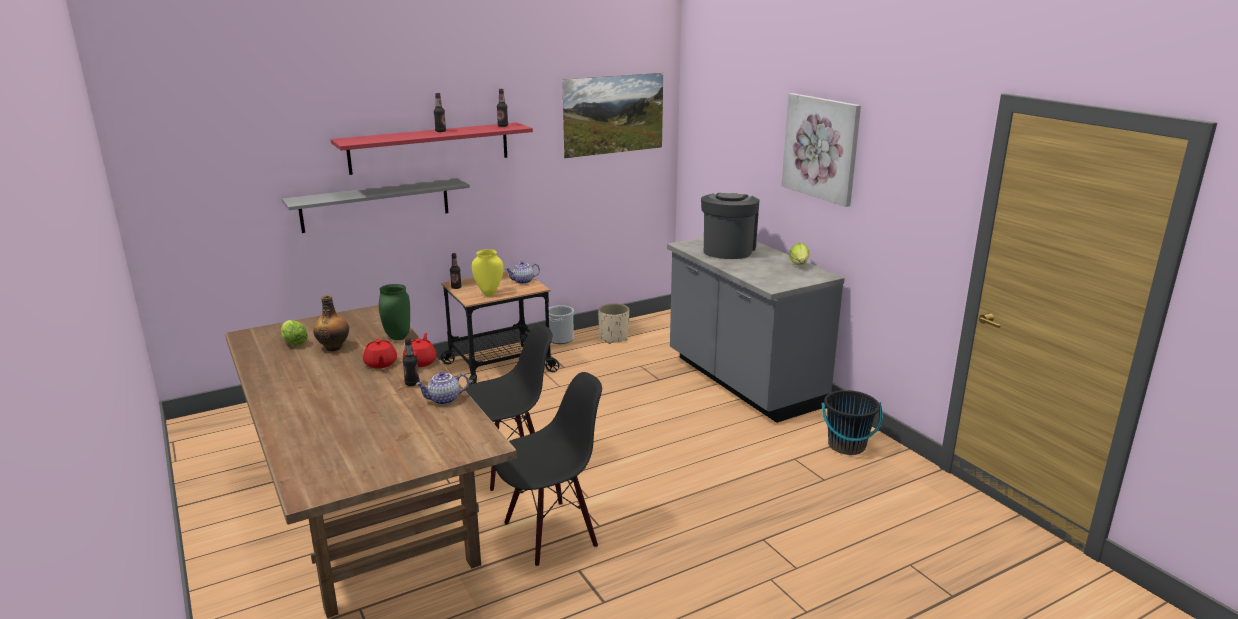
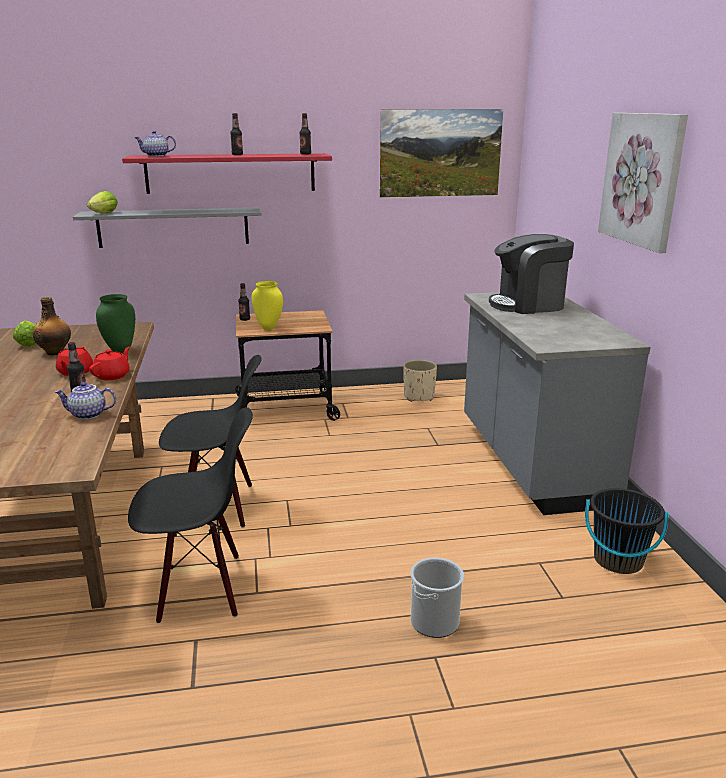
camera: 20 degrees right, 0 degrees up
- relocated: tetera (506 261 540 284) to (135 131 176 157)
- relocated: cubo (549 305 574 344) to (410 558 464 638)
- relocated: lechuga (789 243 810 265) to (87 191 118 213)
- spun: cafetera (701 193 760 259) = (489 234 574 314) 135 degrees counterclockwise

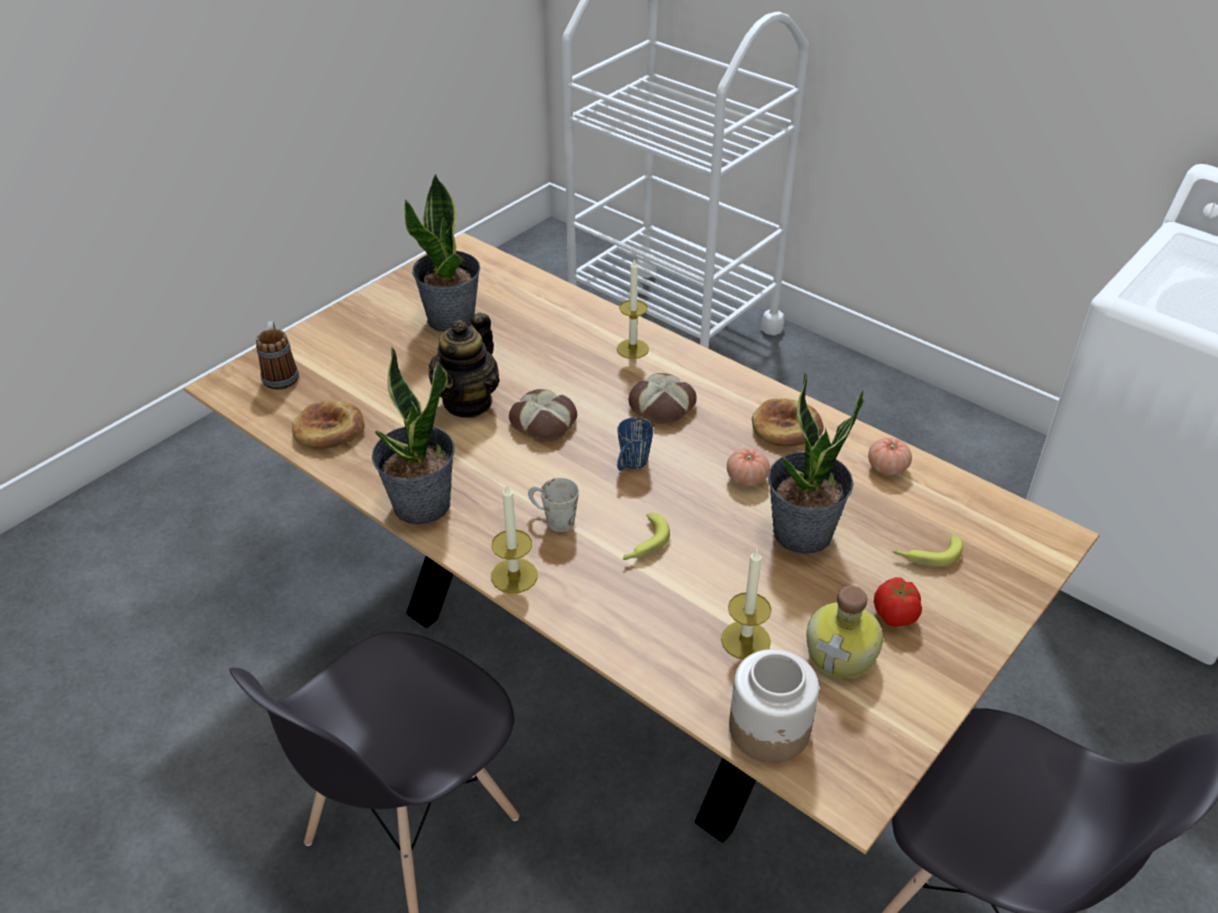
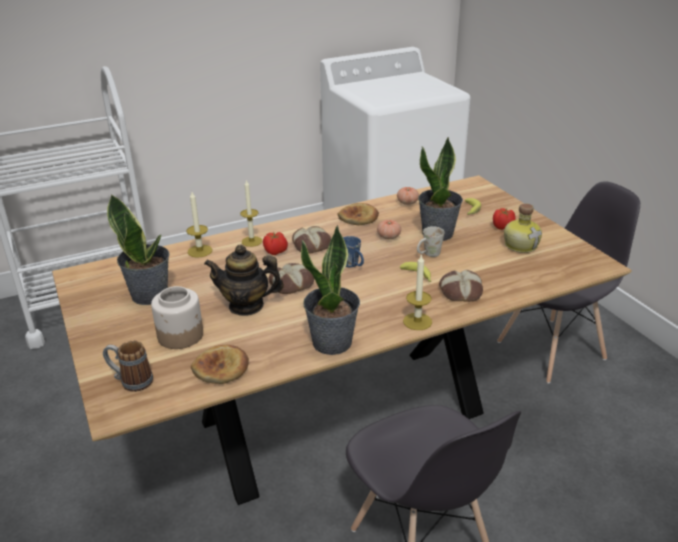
camera: 65 degrees left, 10 degrees down
- appeared: tomate (263 232 288 255)
- appeared: pan (439 270 483 302)
- relocated: taza grande [blanco] (528 478 579 532) to (417 226 445 257)
- relocated: vela (721 549 772 660) to (186 192 212 258)
- relocated: tarro (729 649 819 763) to (151 286 203 349)
- spun: tetera (429 313 500 418) = (204 245 284 316) 135 degrees clockwise

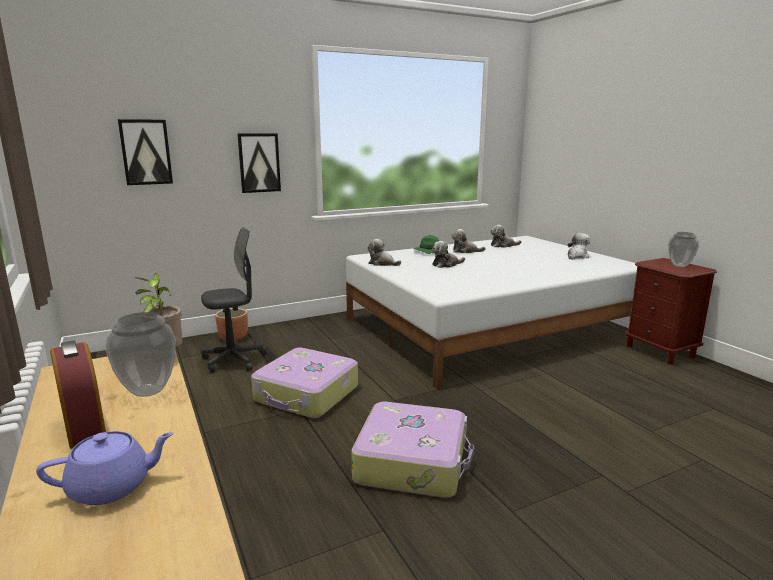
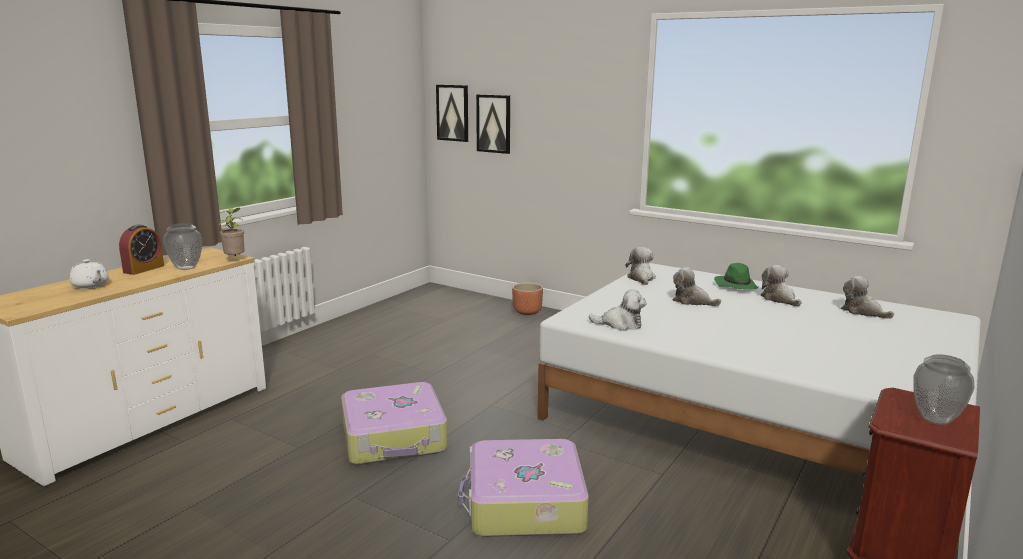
camera: 60 degrees right, 0 degrees up
- missing: silla de oficina [gris] (201 227 267 373)
- relocated: cuadro (237 133 281 193) to (436 85 468 142)
- relocated: maleta (251 347 358 418) to (458 439 589 537)
- relocated: peluche (568 233 590 259) to (589 289 646 331)
- colour: tetera [morado] (36 431 174 505) to tetera [blanco] (69 259 109 289)

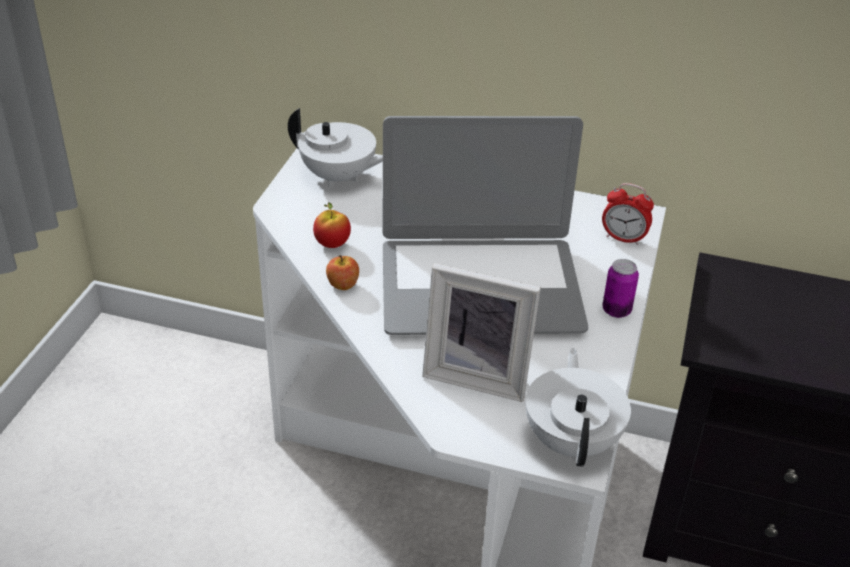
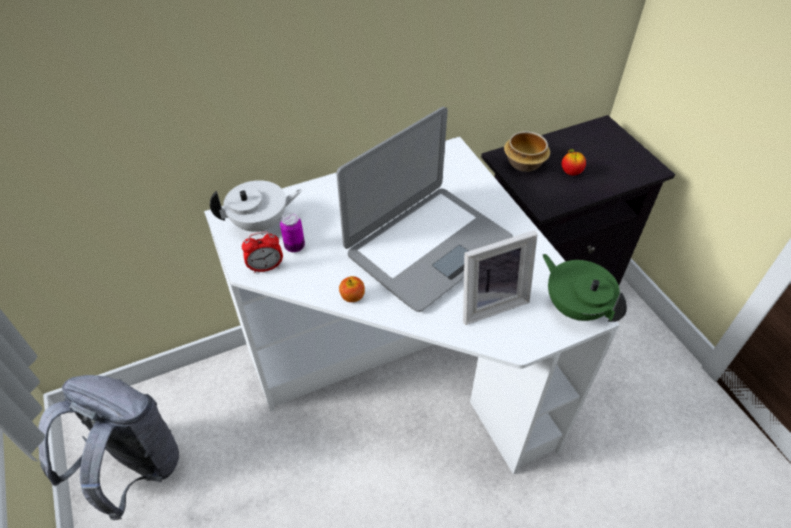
camera: 40 degrees left, 10 degrees up
- appeared: mochila [gris] (38 375 179 520)
- appeared: cuenco (504 131 550 172)
- relocated: manzana (313 202 351 248) to (562 149 586 175)
- relocated: despertador (602 183 654 245) to (242 232 283 273)
- relocated: lata (602 259 639 318) to (280 213 305 252)
- colour: tetera [blanco] (526 348 631 467) to tetera [verde] (543 254 627 322)

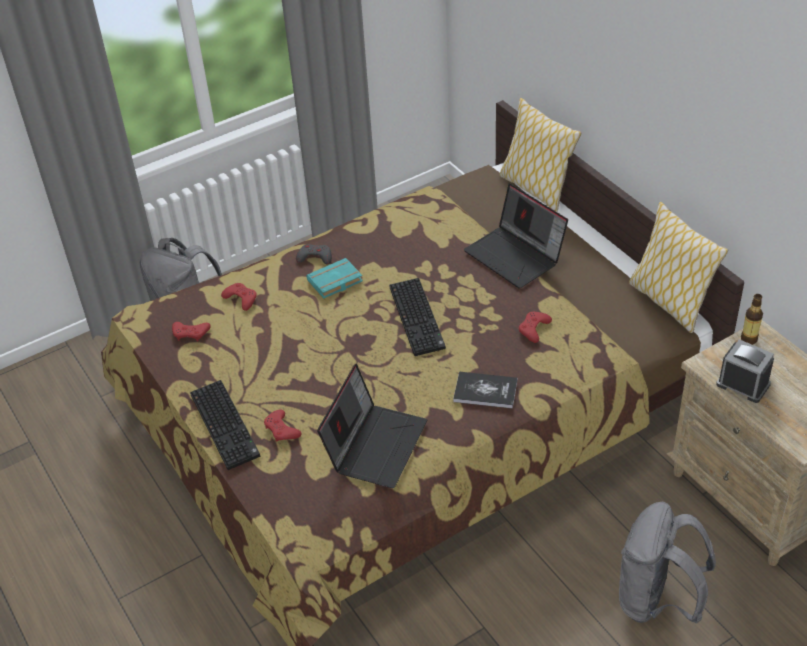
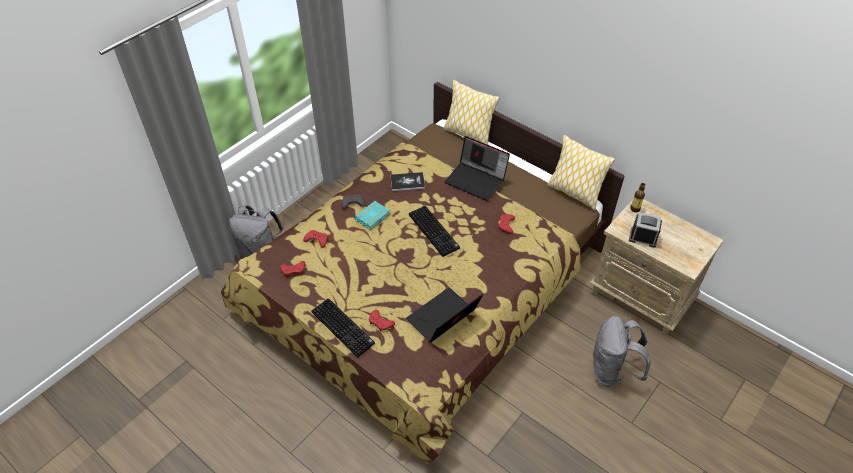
camera: 20 degrees left, 5 degrees up
- relocated: libro (453 371 518 409) to (391 172 425 191)
- spun: portátil (317 364 427 488) = (406 288 483 342) 135 degrees counterclockwise

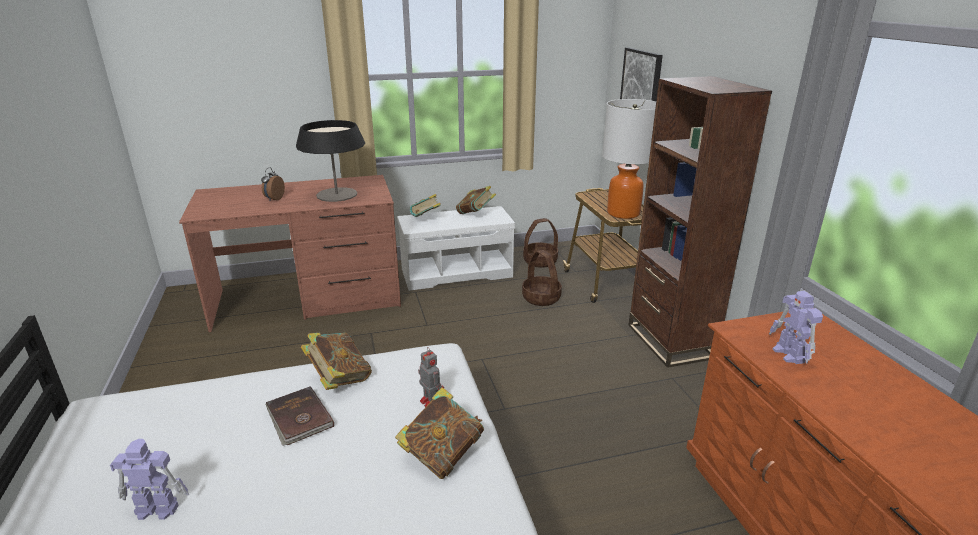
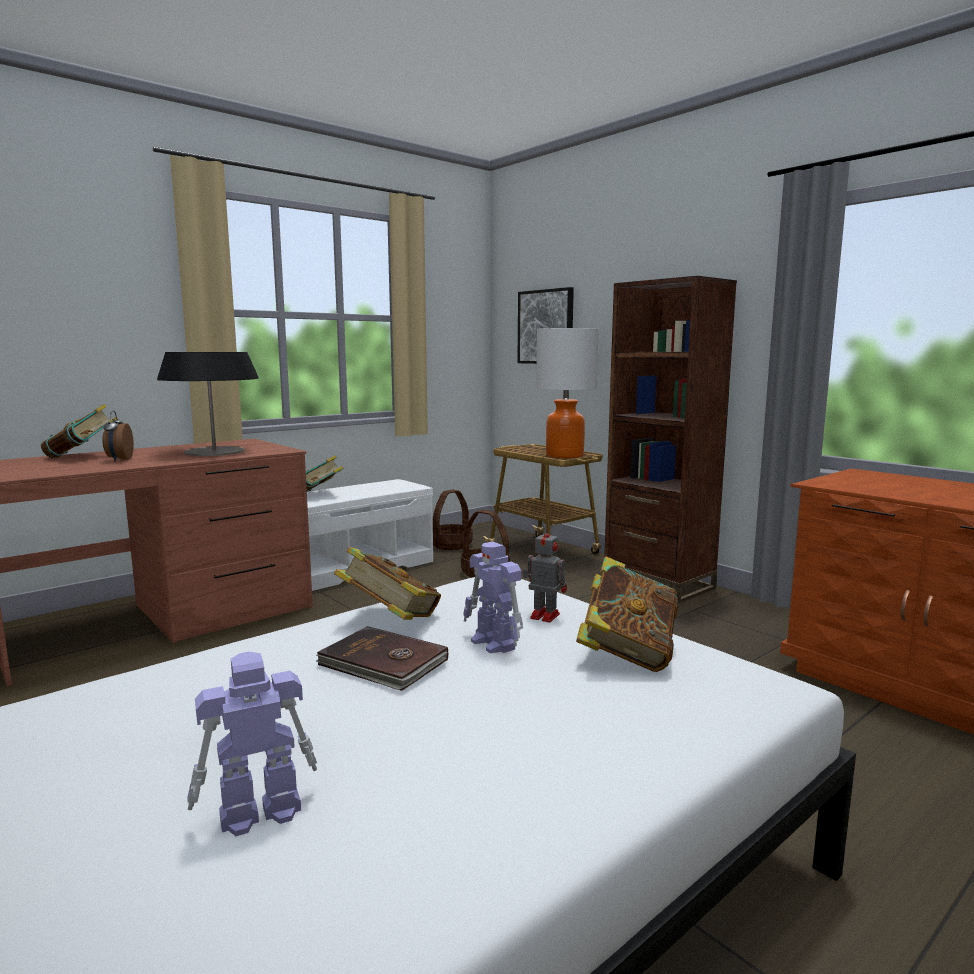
camera: 25 degrees left, 15 degrees down
- relocated: libro (456 186 496 214) to (41 404 117 458)
- relocated: robot de juguete (769 291 823 364) to (463 541 523 653)

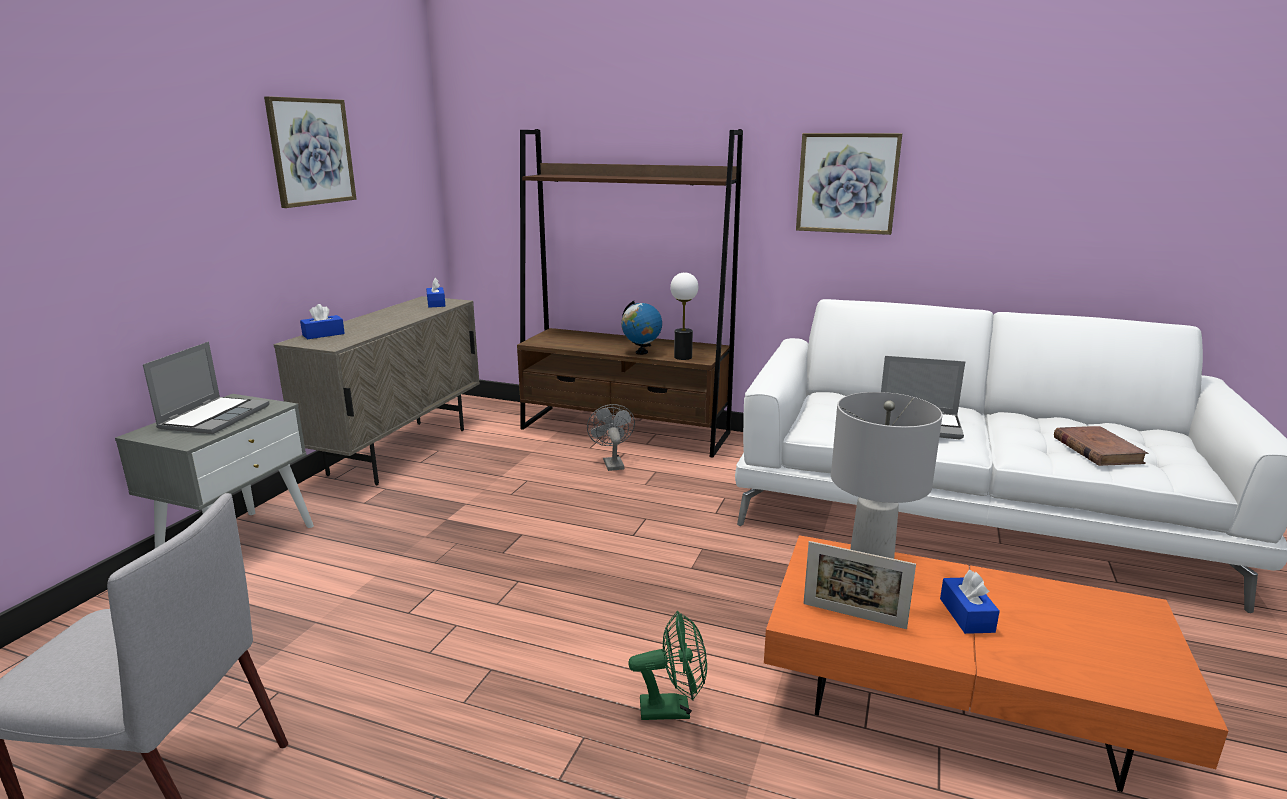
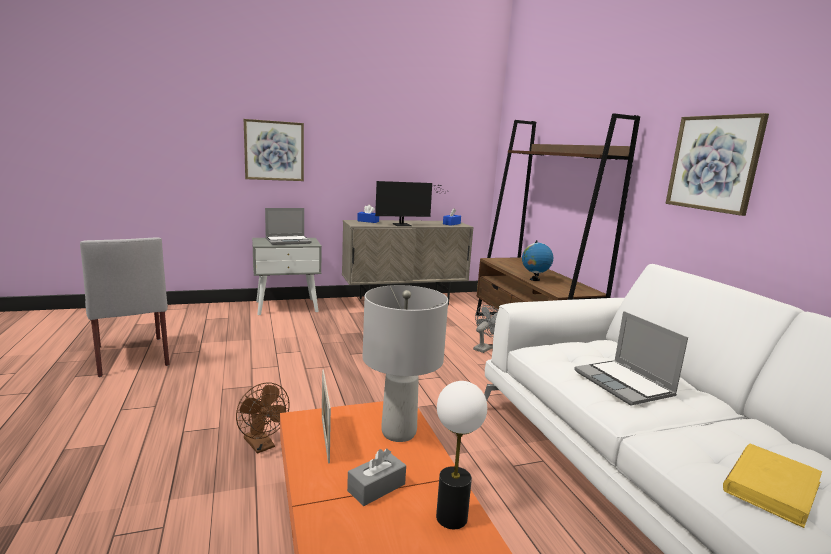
camera: 50 degrees right, 5 degrees down
- appeared: monitor (375 181 444 226)
- relocated: cuadro (264 96 356 208) to (244 119 304 181)
- relocated: lámpara de mesa (670 272 698 360) to (436 381 487 529)
- colour: ventilador [verde] (628 611 707 720) to ventilador [marrón] (236 382 290 454)
- colour: caja de pañuelos [azul] (940 570 1000 634) to caja de pañuelos [gris] (347 449 406 506)
- colour: libro [marrón] (1054 426 1148 466) to libro [amarillo] (723 444 822 528)

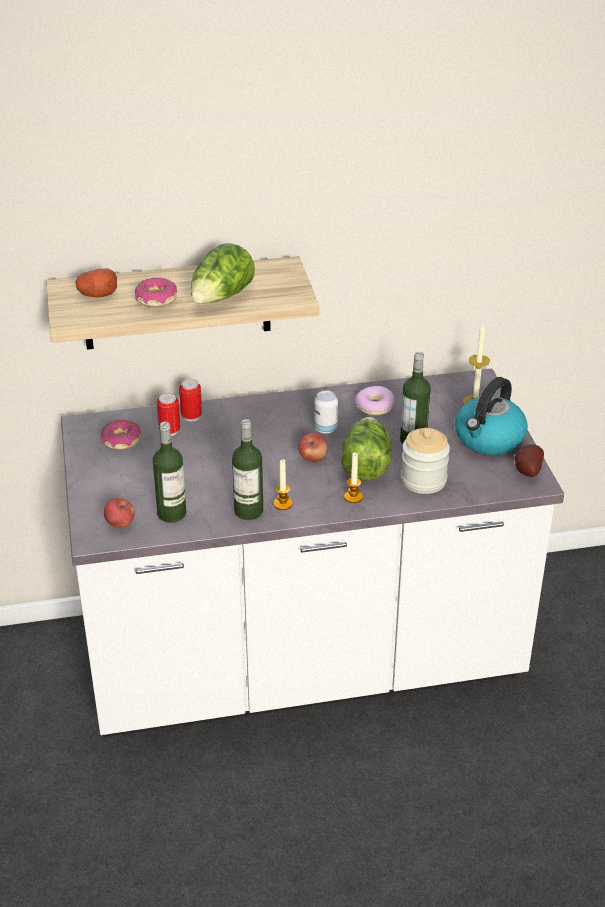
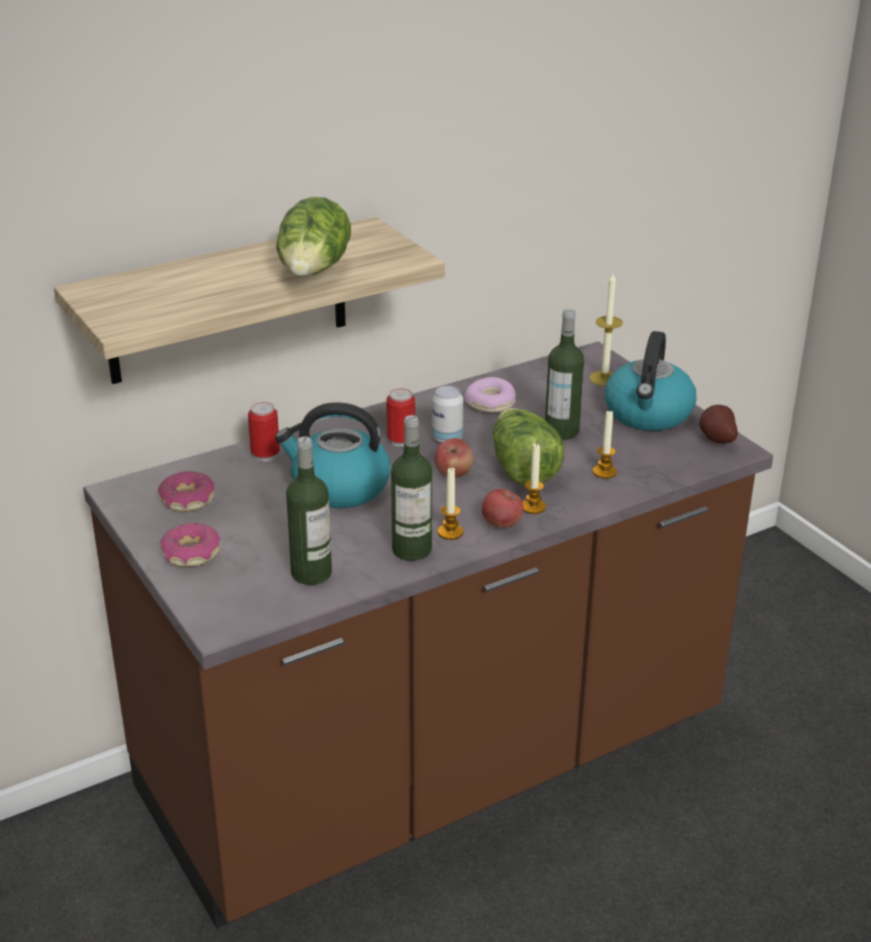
camera: 20 degrees left, 5 degrees down
- missing: patata (76 268 117 297)
- appeared: hervidor (275 402 391 508)
- relocated: manzana (104 498 135 528) to (482 489 524 528)
- relocated: rosquilla (135 278 177 307) to (160 523 220 567)
- relocated: lata (157 393 181 436) to (386 389 415 447)
- exchanged: tarro (401 428 450 494) to vela (593 410 617 479)
- colour: mueble bajo de cocina [blanco] (61 369 564 737) to mueble bajo de cocina [marrón] (83 342 773 928)

